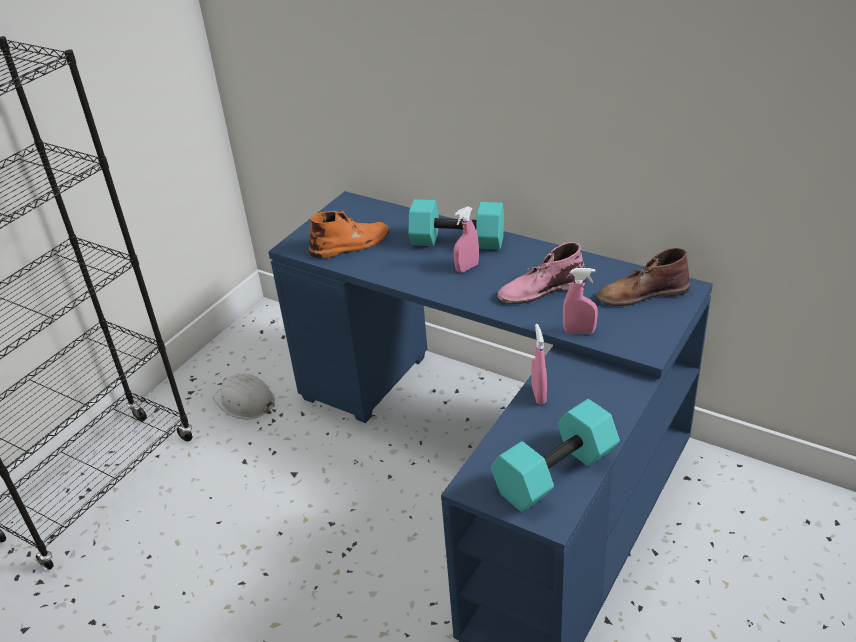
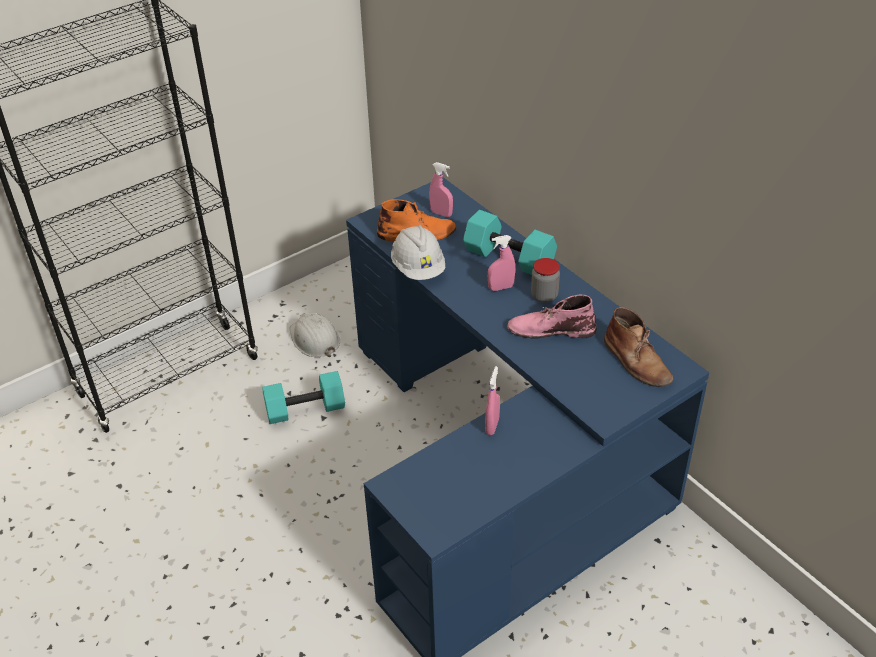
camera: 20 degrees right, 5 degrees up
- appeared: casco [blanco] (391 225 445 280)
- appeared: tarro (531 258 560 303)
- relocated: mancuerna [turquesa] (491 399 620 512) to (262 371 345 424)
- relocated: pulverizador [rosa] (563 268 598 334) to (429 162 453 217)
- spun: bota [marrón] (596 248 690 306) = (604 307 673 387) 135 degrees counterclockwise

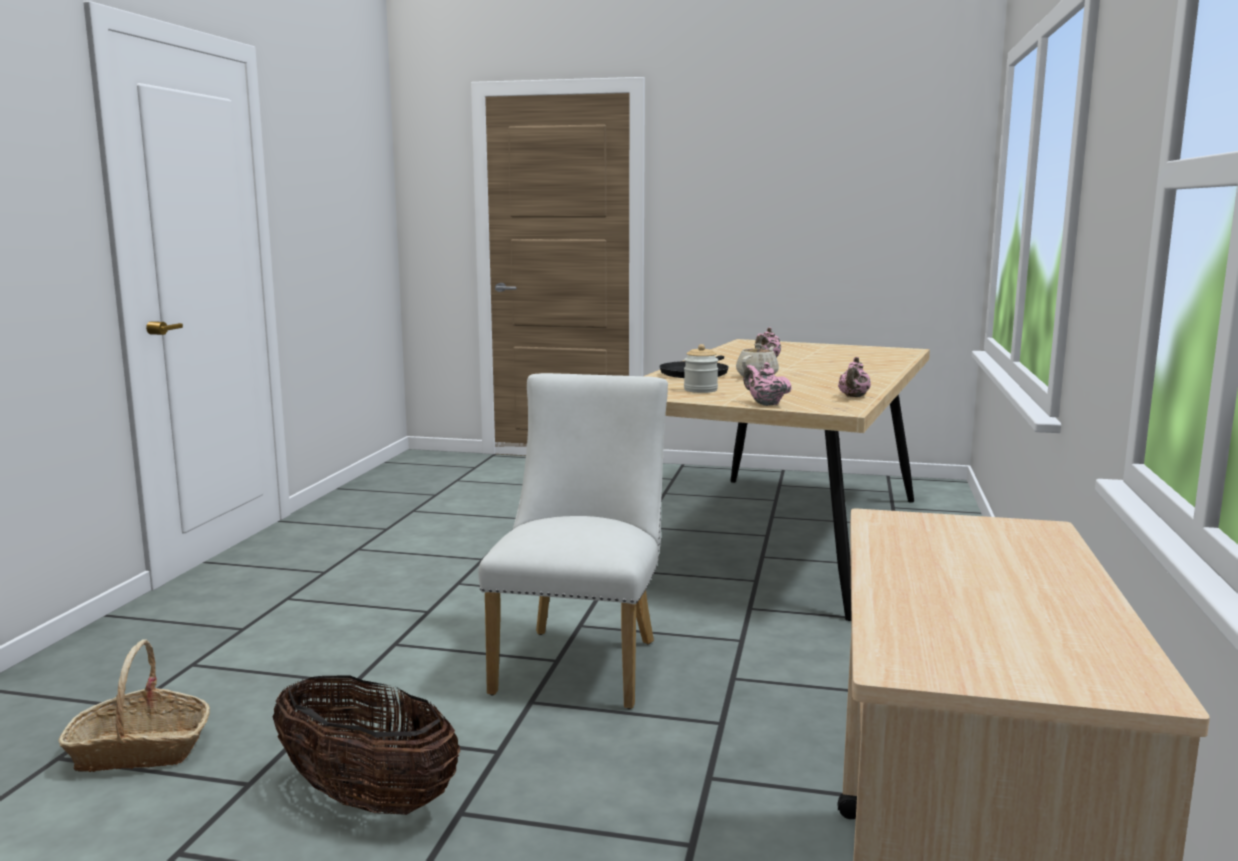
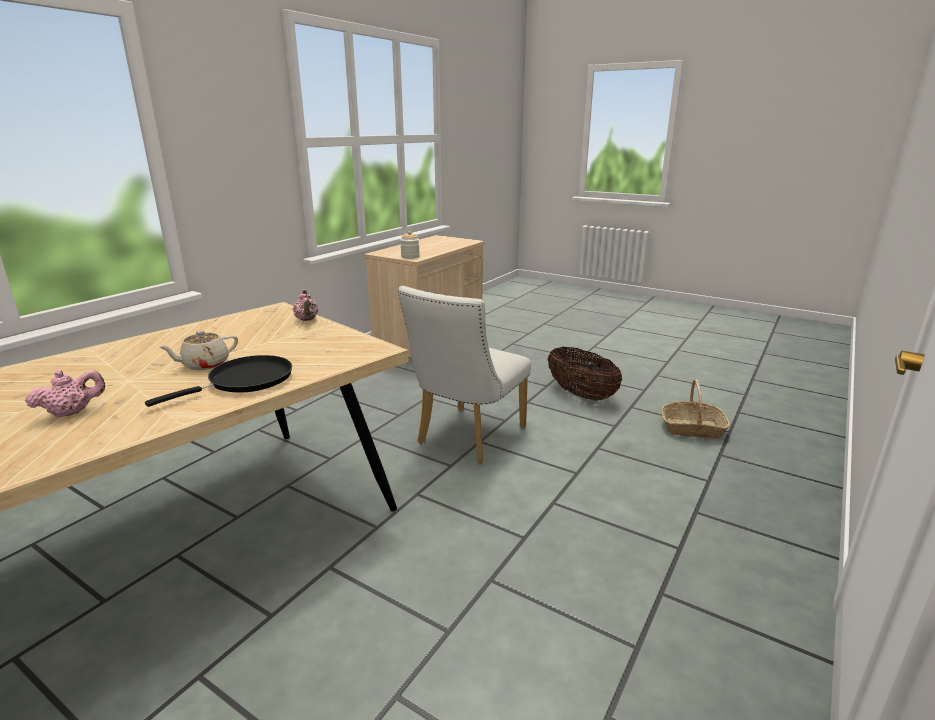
camera: 160 degrees left, 10 degrees up
- missing: tetera [rosa] (838 357 871 397)
- relocated: tarro (684 344 718 393) to (400 231 420 259)

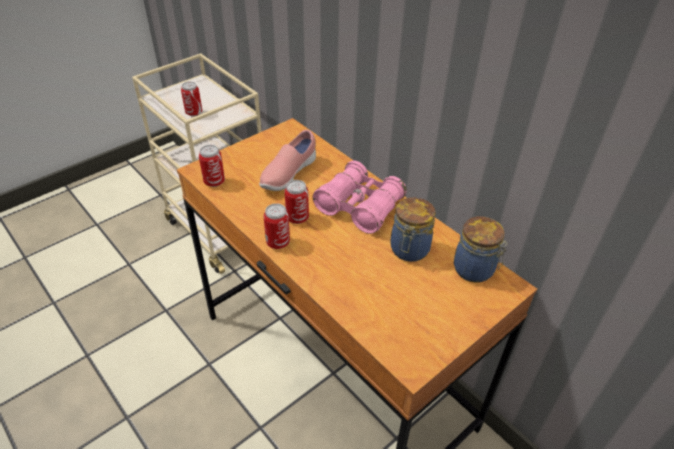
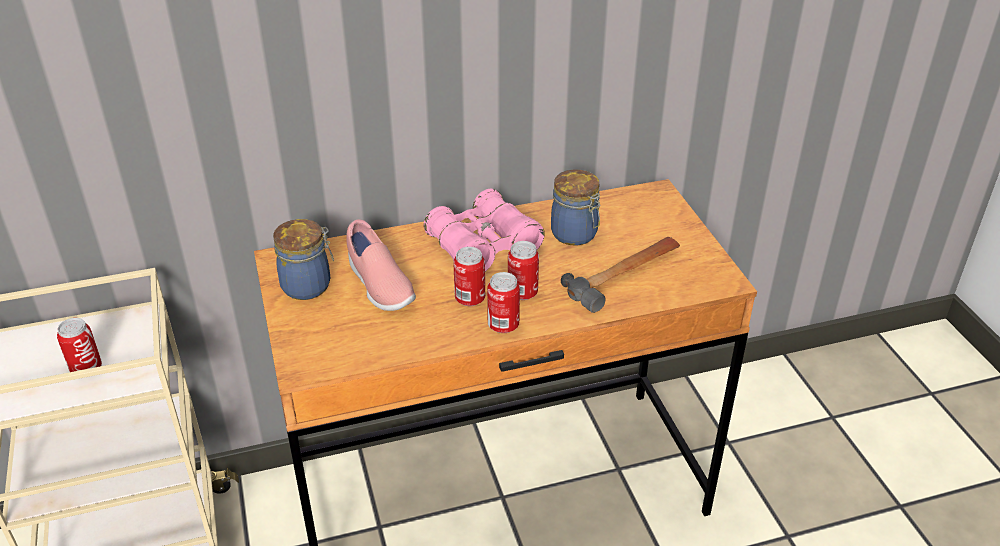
camera: 65 degrees left, 5 degrees down
- appeared: martillo (561 237 680 313)
- relocated: lata (199 145 225 187) to (508 241 539 300)
- relocated: tarro (454 216 508 283) to (273 219 334 300)

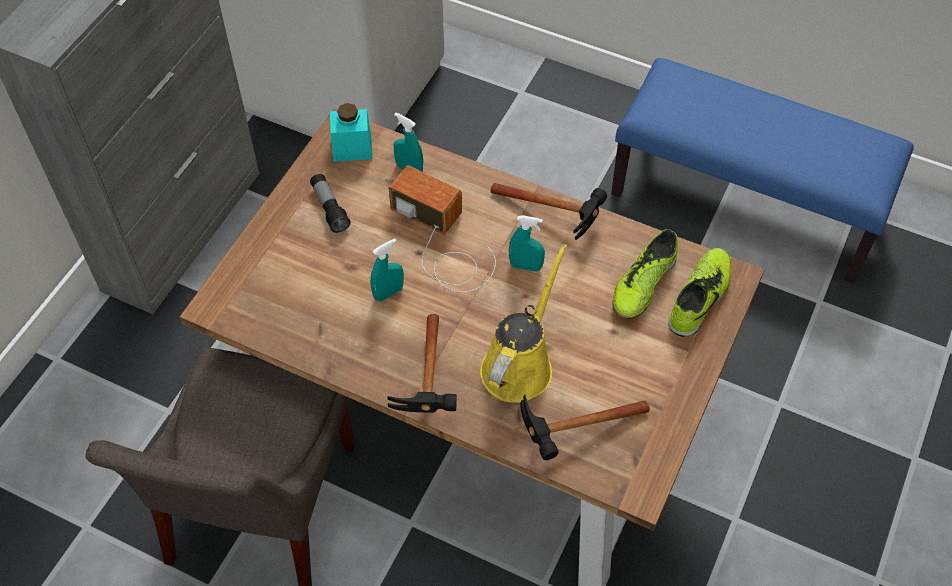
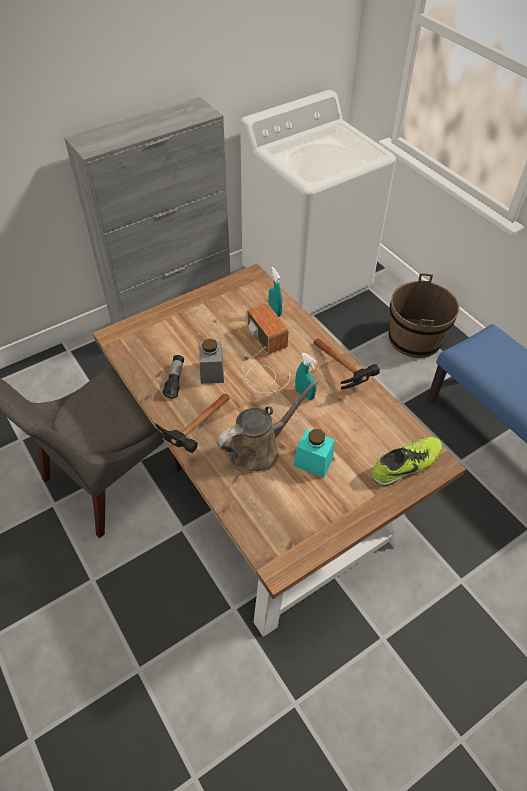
camera: 30 degrees right, 5 degrees down
- missing: martillo (520 395 650 460)
- missing: zapato (613 229 678 319)
- appeared: cubo [marrón] (389 273 459 358)
- relocated: linterna (310 174 351 233) to (163 355 184 398)
- relocated: tarro [turquesa] (330 103 372 162) to (294 429 335 478)
- exchanged: pulverizador [turquesa] (370 238 404 302) to tarro [gris] (200 339 224 384)
- colour: regadera [amarillo] (480 244 567 403) to regadera [marrón] (217 380 319 473)

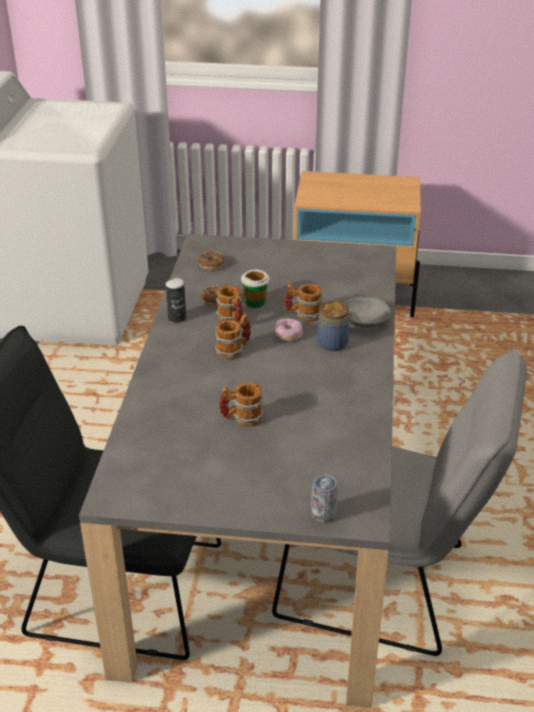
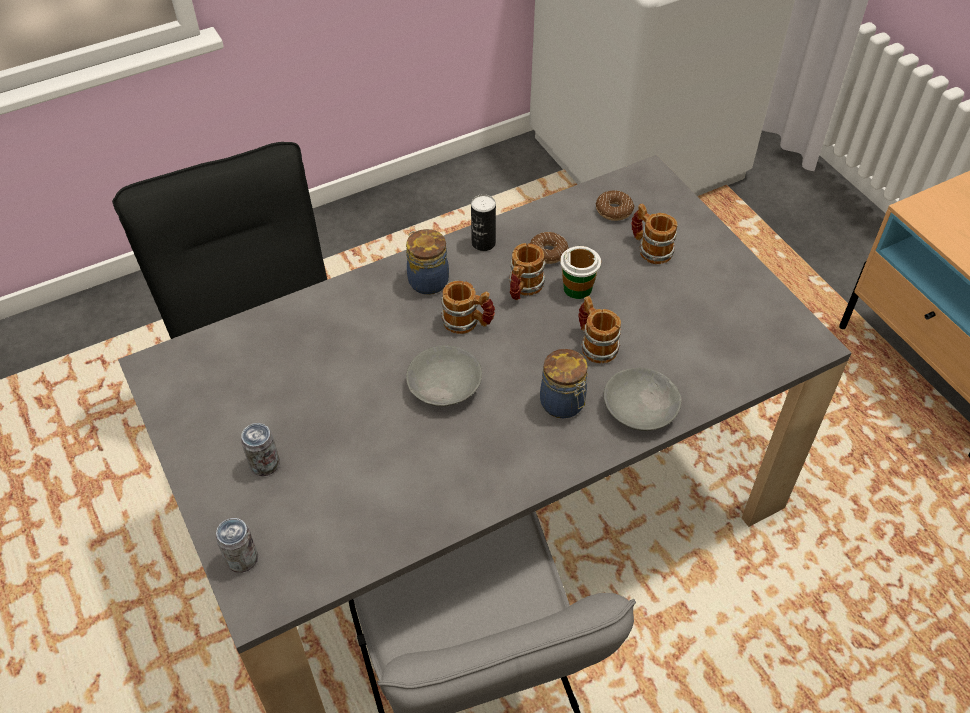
camera: 55 degrees right, 15 degrees up
- missing: rosquilla (275 318 303 341)
- appeared: lata (241 423 280 476)
- appeared: tarro (406 229 449 295)
- appeared: cuenco [gris] (406 345 482 407)
- relocated: taza grande (219 382 264 427) to (631 204 678 264)

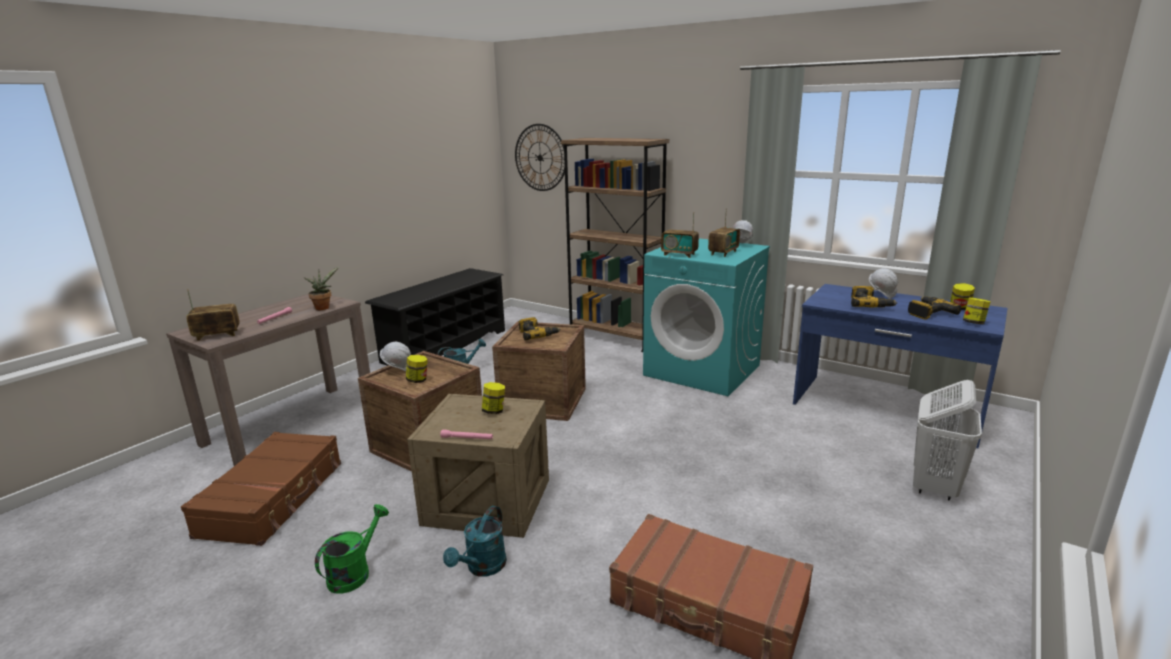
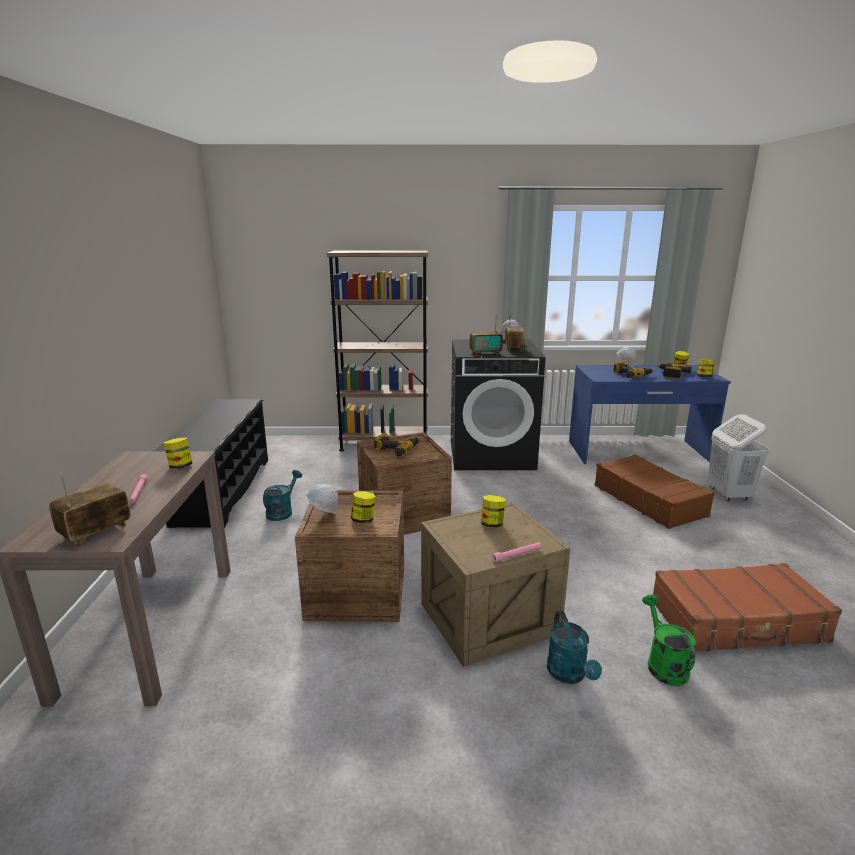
camera: 35 degrees left, 0 degrees up
- missing: reloj de pared (515 124 565 191)
- relocated: maleta [marrón] (181 432 341 546) to (594 455 715 529)
- relocated: regadera [verde] (315 504 389 594) to (642 594 696 686)
- exchanged: planta en maceta (304 267 339 310) to tarro (164 438 192 469)
- colour: lavadora [turquesa] (643 238 770 396) to lavadora [negro] (451 340 546 470)

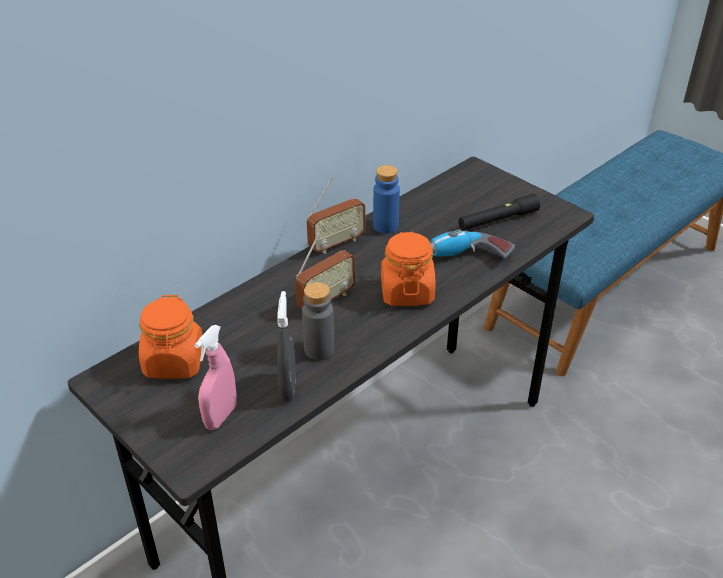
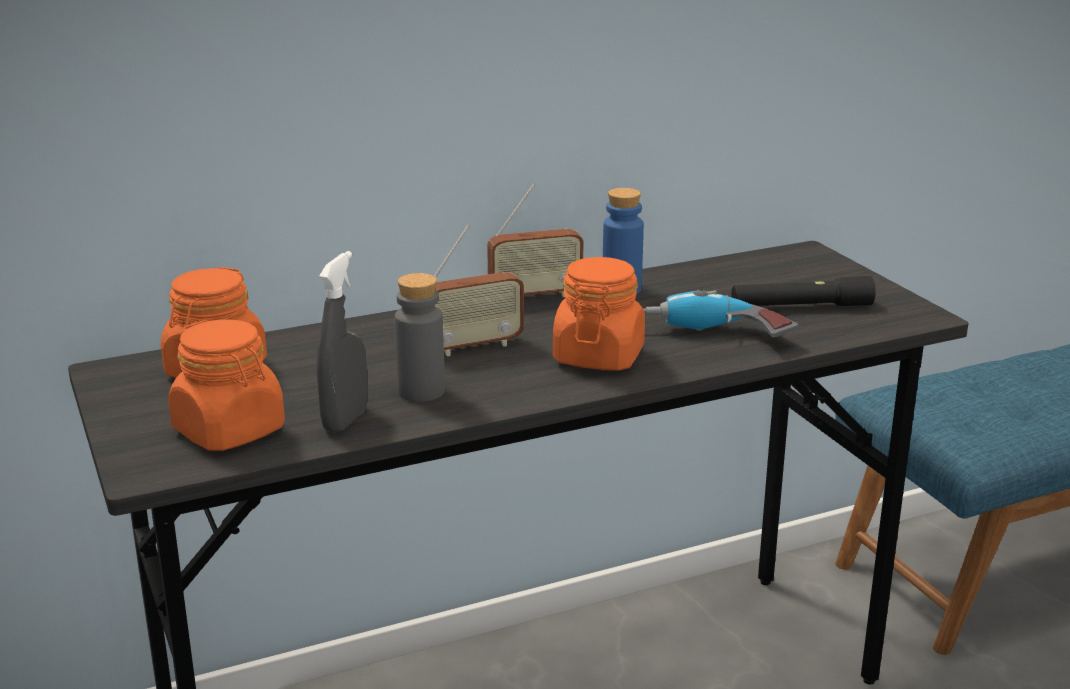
camera: 20 degrees right, 15 degrees down
- exchanged: pulverizador [rosa] (195 325 237 430) to tarro [naranja] (168 319 285 451)

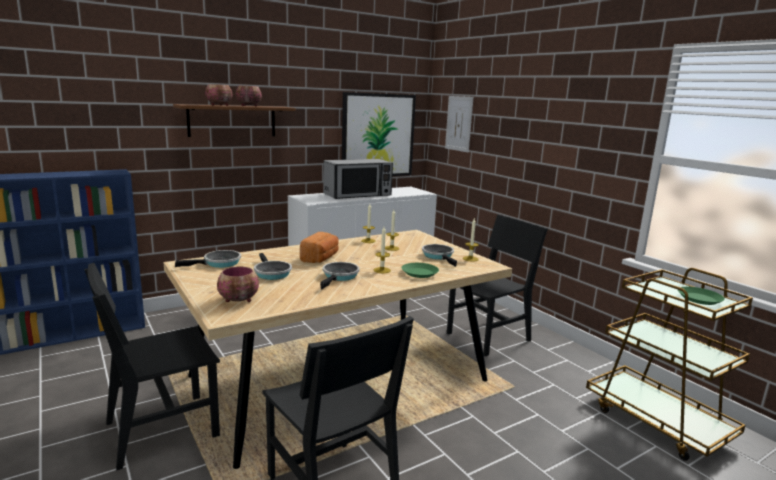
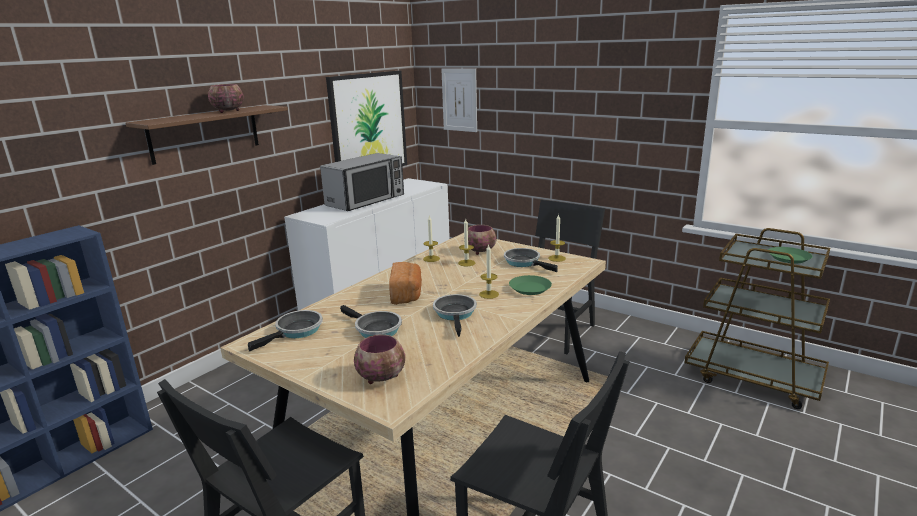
camera: 20 degrees left, 5 degrees up
- relocated: cuenco (205 84 232 106) to (468 225 497 255)

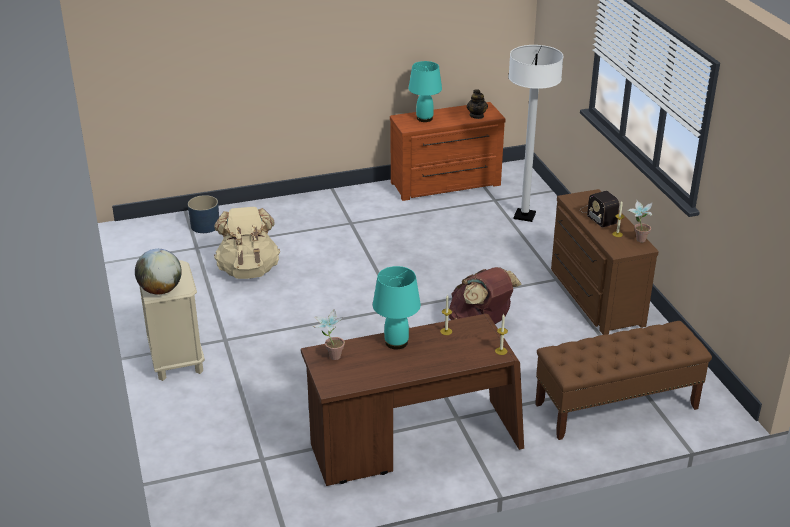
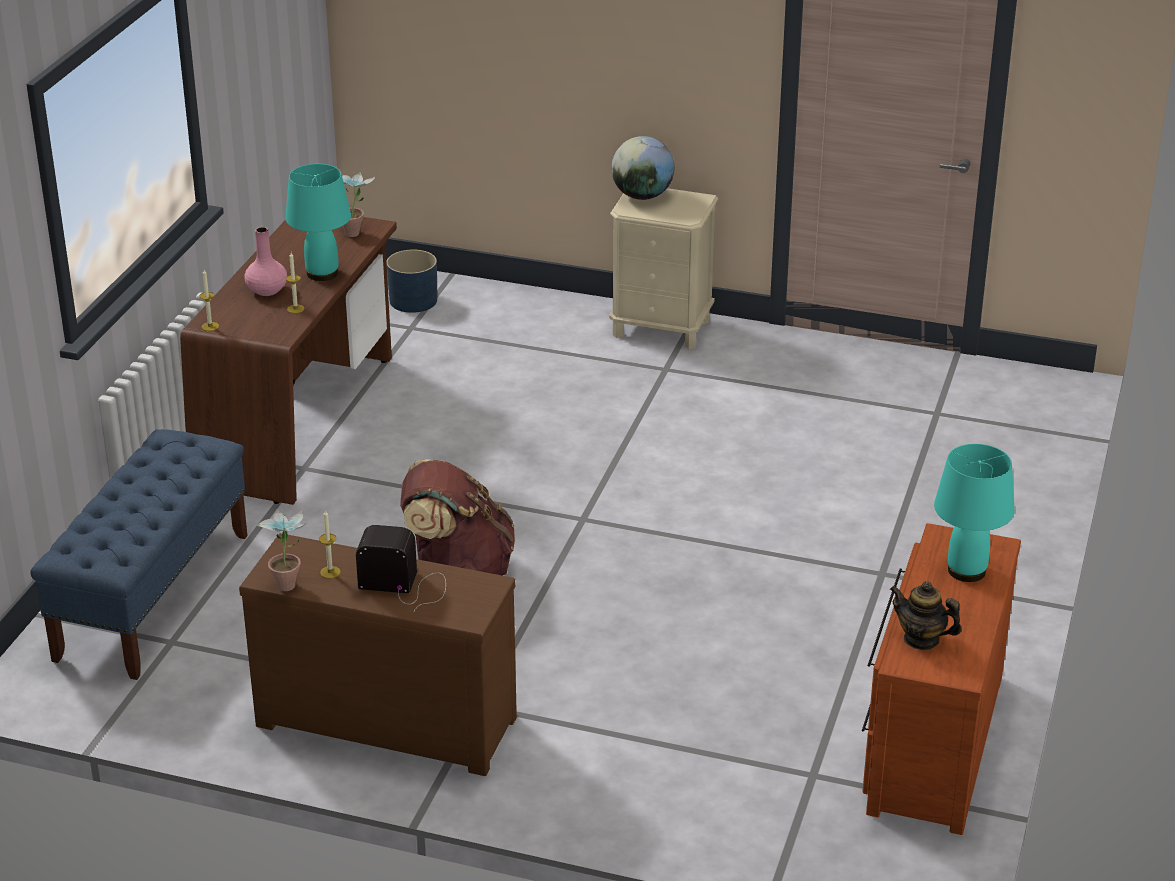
camera: 125 degrees right, 0 degrees up
- missing: mochila [beis] (214 207 280 279)
- missing: lámpara de pie [blanco] (508 45 564 222)
- appeared: florero [rosa] (245 227 287 296)
- relocated: maceta [azul] (188 195 219 233) to (386 250 437 313)
- colour: banco [marrón] (535 321 712 440) to banco [azul] (30 429 248 680)

